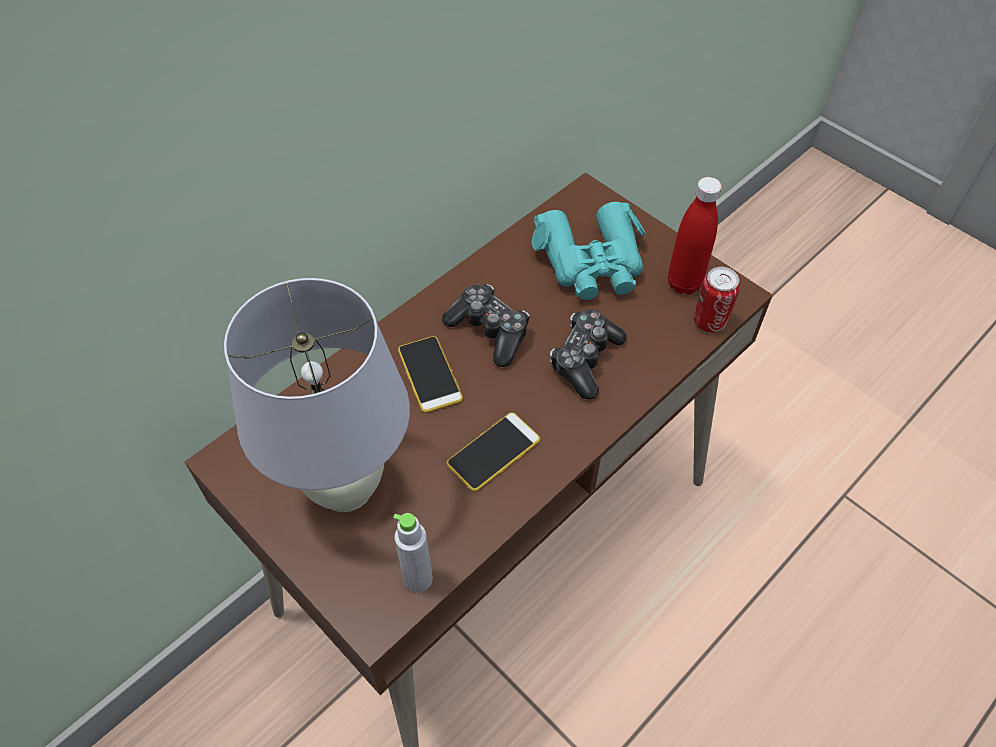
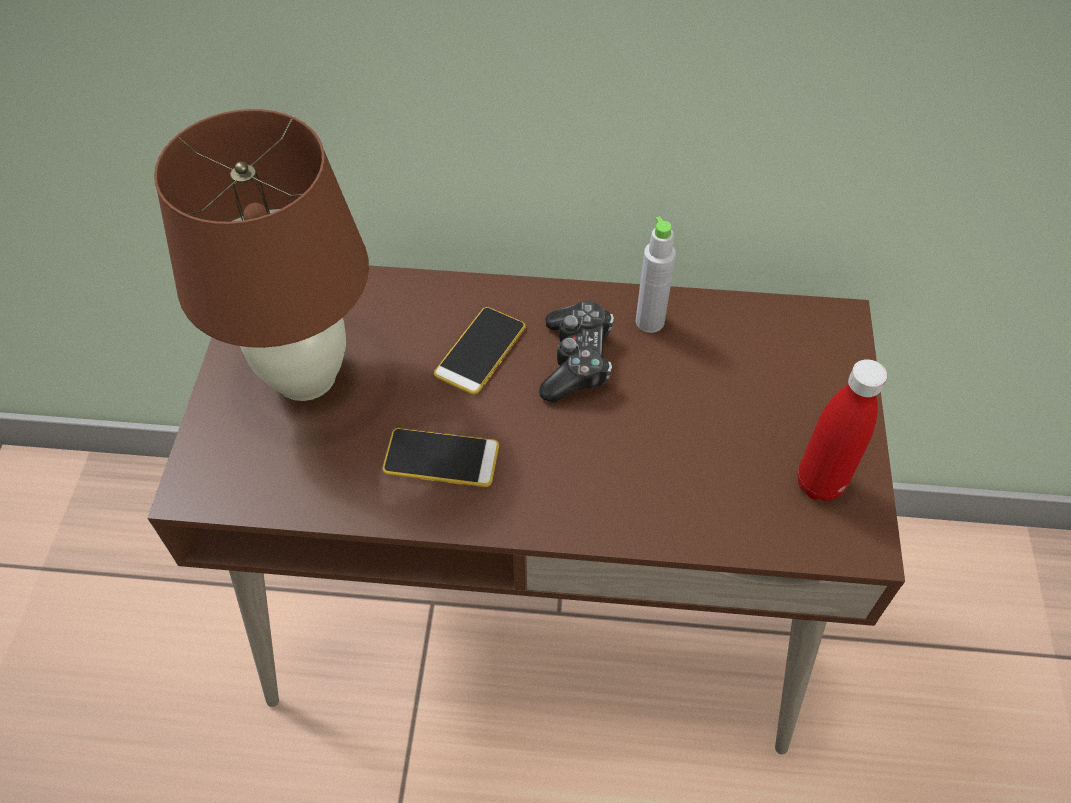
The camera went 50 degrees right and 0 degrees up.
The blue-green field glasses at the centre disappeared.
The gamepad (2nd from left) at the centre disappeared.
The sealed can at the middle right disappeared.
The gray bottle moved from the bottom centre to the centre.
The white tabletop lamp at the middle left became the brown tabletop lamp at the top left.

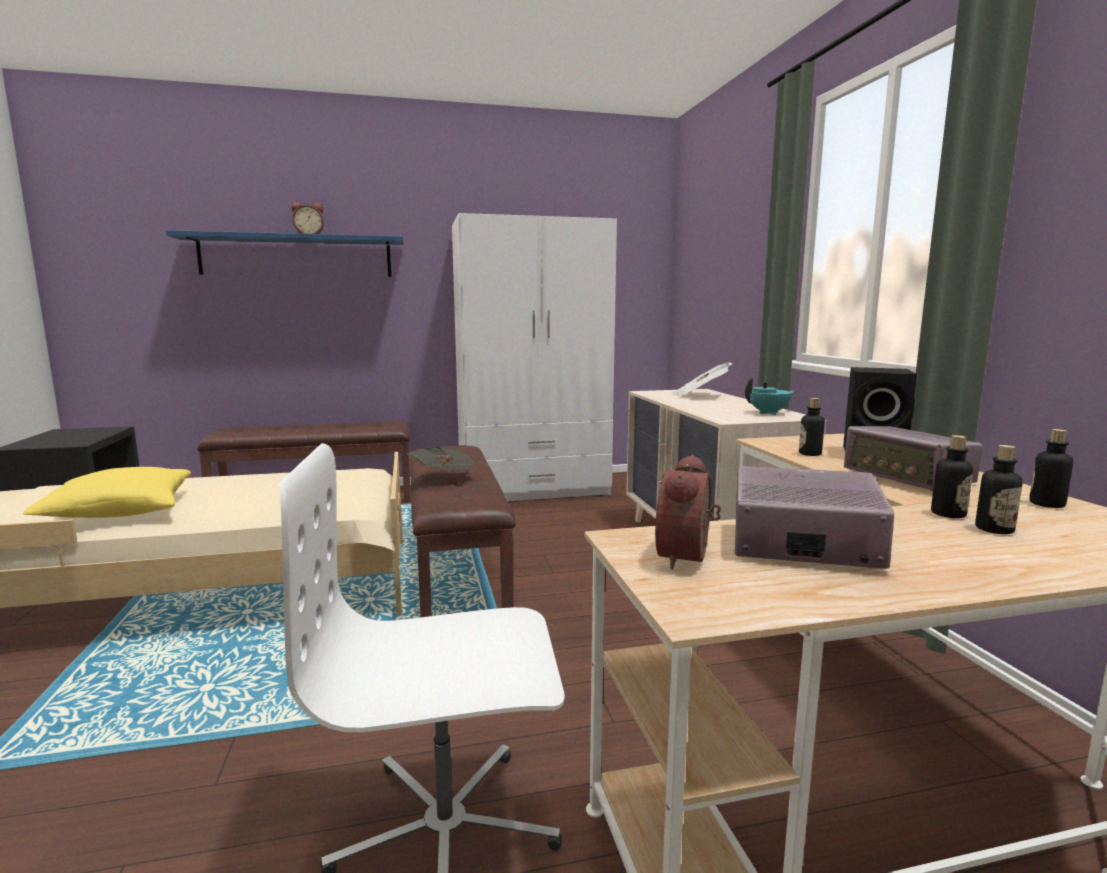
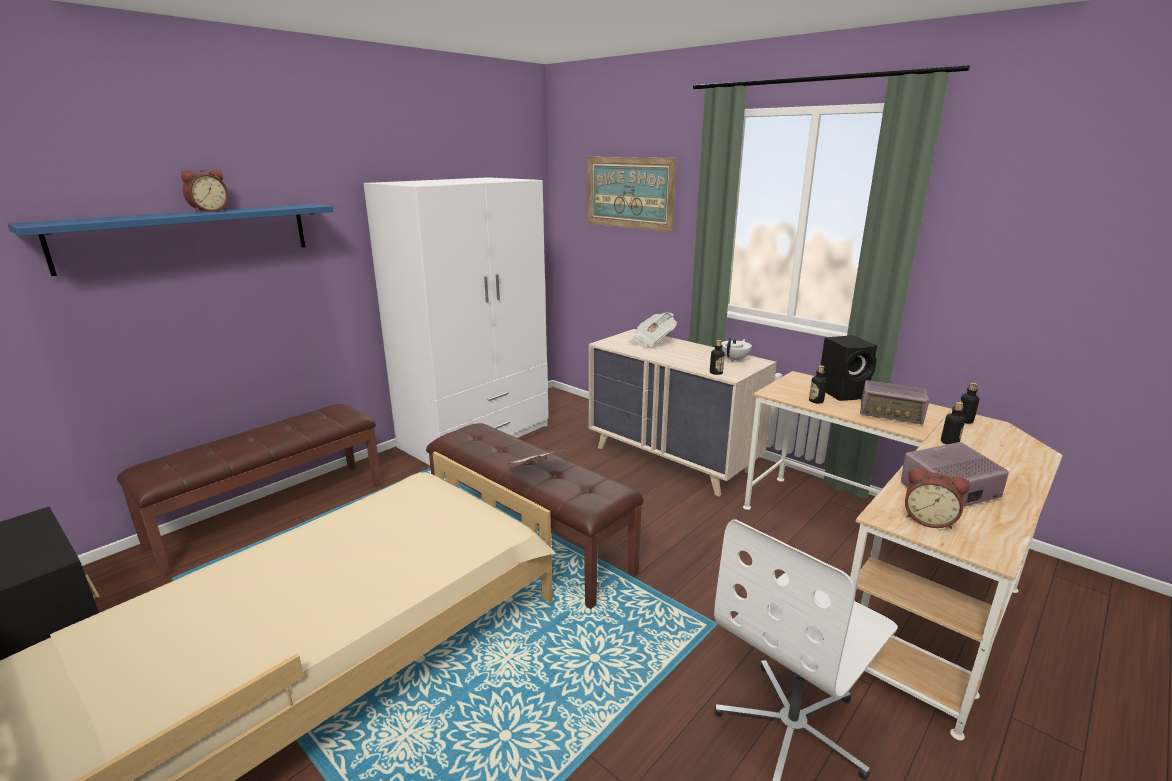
The camera went 35 degrees left and 10 degrees up.
The yellow-coloured throw pillow at the middle left disappeared.
The wall art at the top centre appeared.
The bottle (3rd from left in the first image) moved from the middle right to the centre.
The blue-green tea pot at the middle right became the white tea pot at the centre.
The alarm clock (2nd from left) at the centre turned 45 degrees counterclockwise.

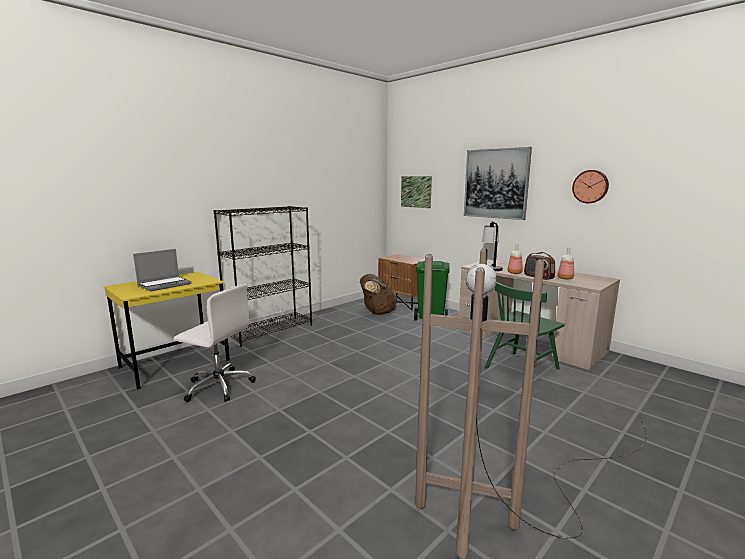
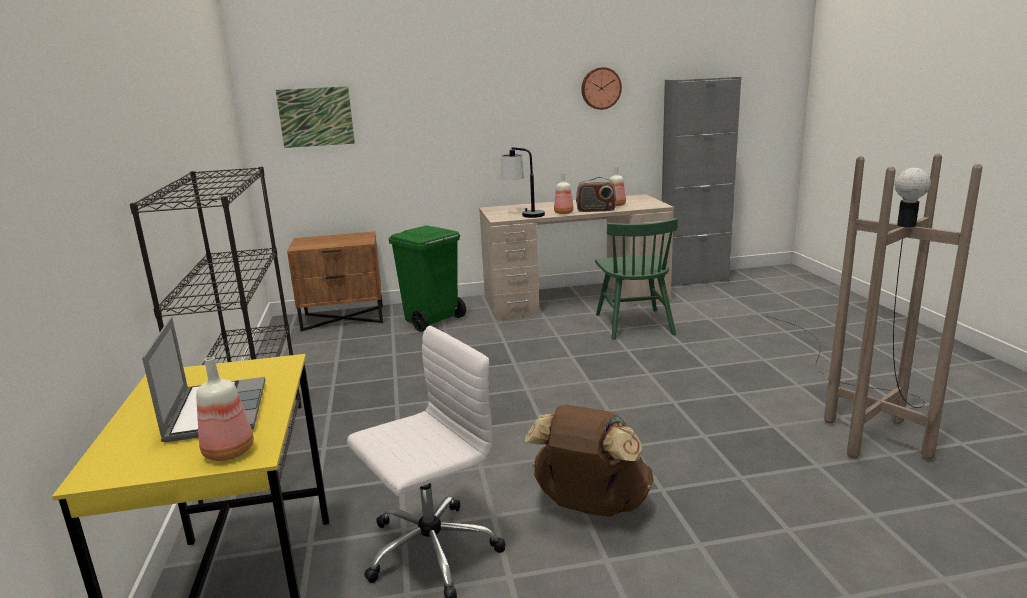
The camera went 55 degrees left and 5 degrees up.
The wall art (2nd from left) at the top right disappeared.
The bottle (1st from left) at the bottom left appeared.
The gray storage cabinet at the top right appeared.
The brown backpack moved from the centre to the bottom centre.

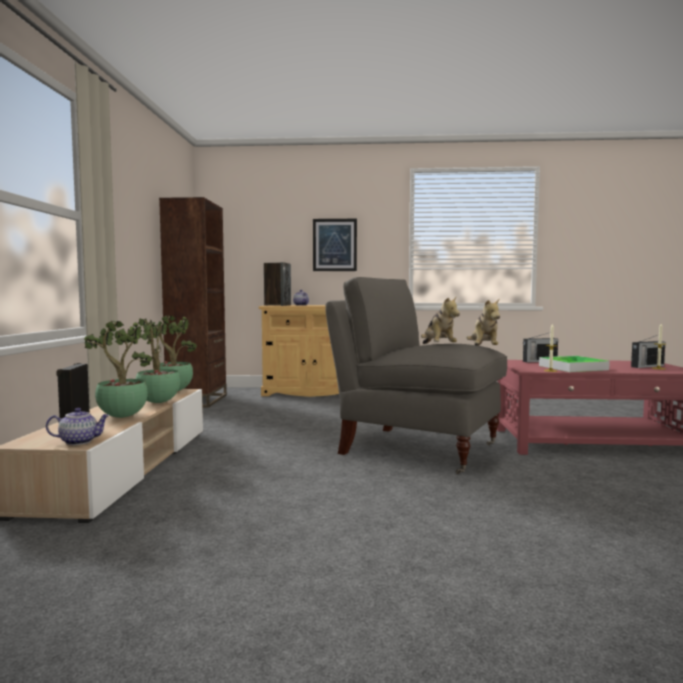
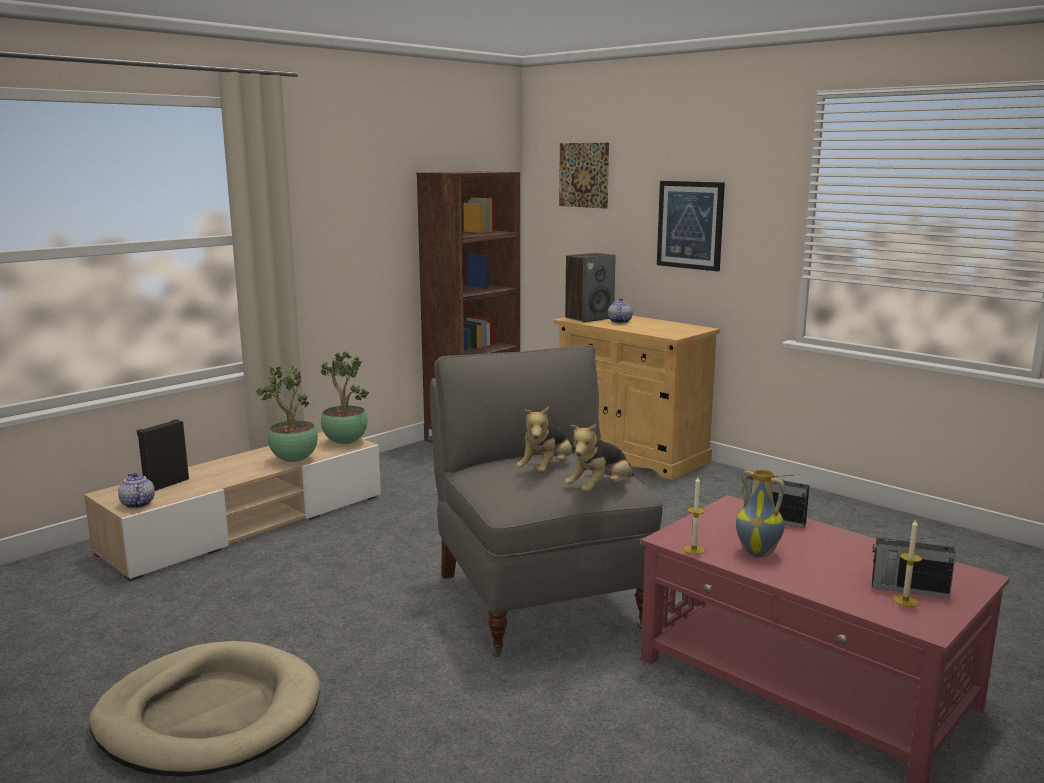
The camera went 40 degrees right and 10 degrees up.
The potted plant (1st from left) at the middle left disappeared.
The beige pet bed at the bottom left appeared.
The wall art (1st from left) at the top centre appeared.
The serving tray at the middle right was replaced by the vase at the middle right.
The tea pot (1st from left) at the middle left turned 150 degrees counterclockwise.

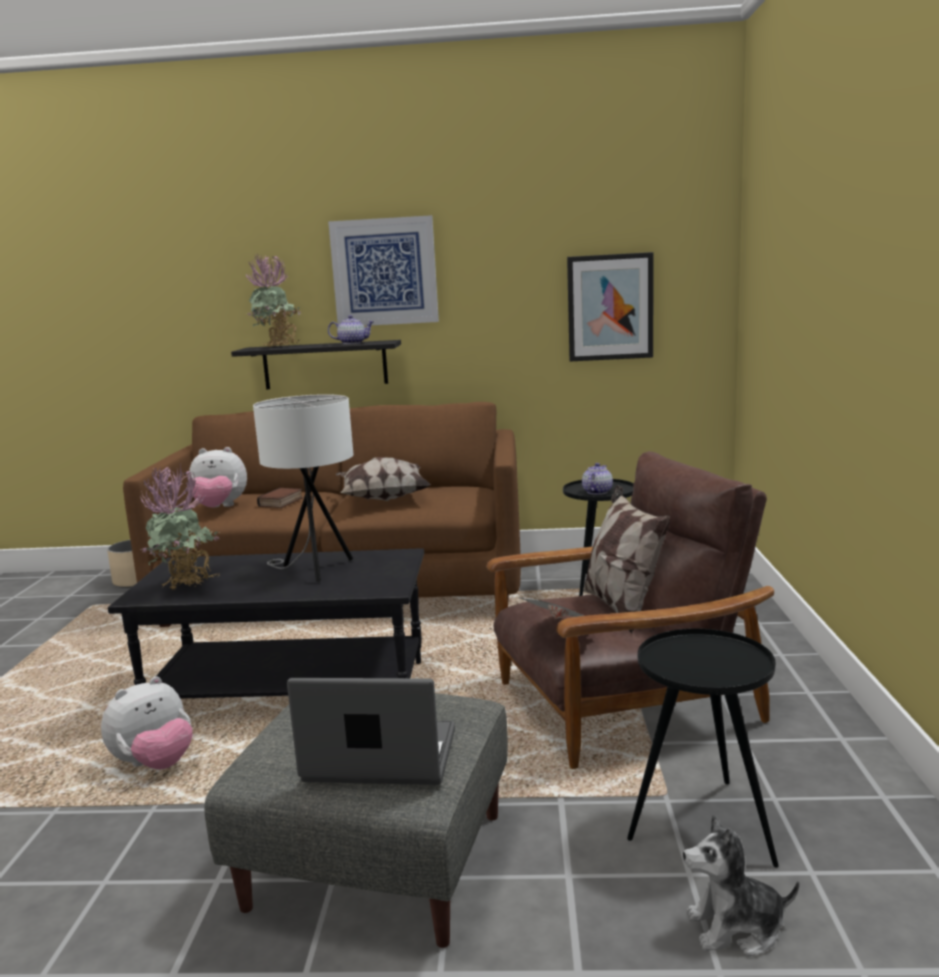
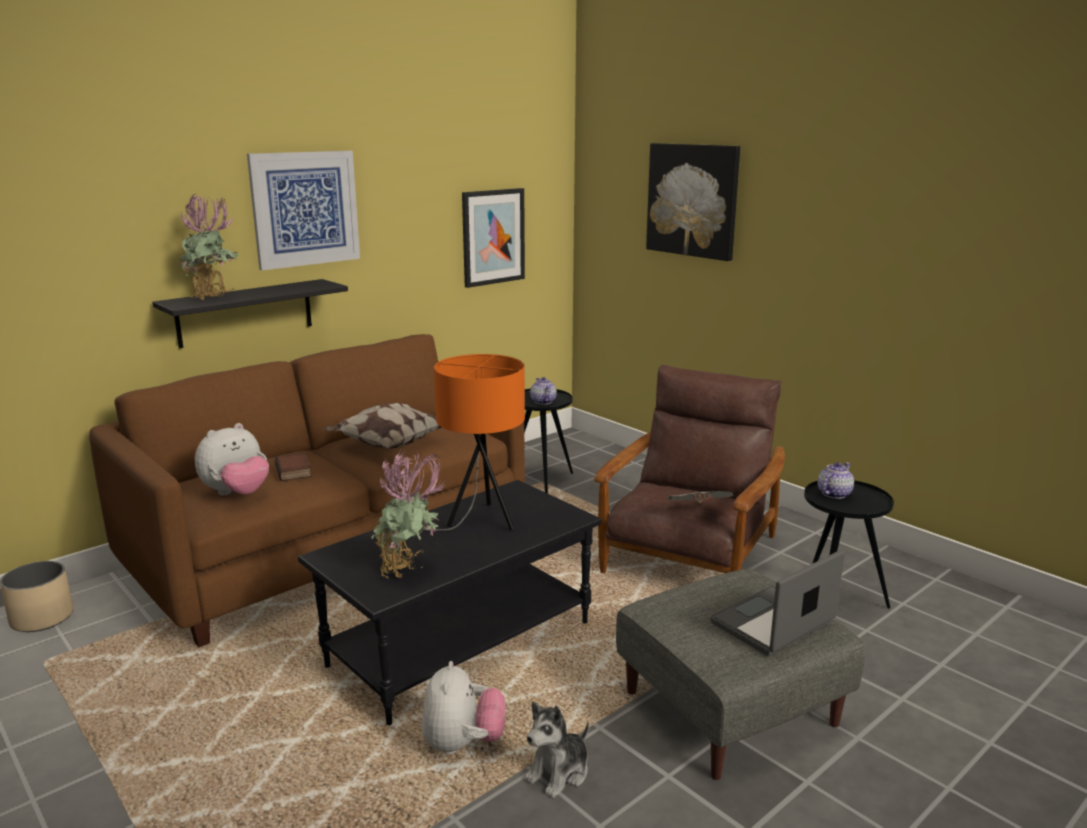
The camera went 45 degrees left and 5 degrees up.
The throw pillow (2nd from left) at the middle right disappeared.
The wall art (3rd from left) at the top centre appeared.
The tea pot (1st from left in the first image) moved from the centre to the middle right.
The soft toy (3rd from left) moved from the bottom right to the bottom centre.
The white tabletop lamp at the middle left became the orange-coloured tabletop lamp at the centre.

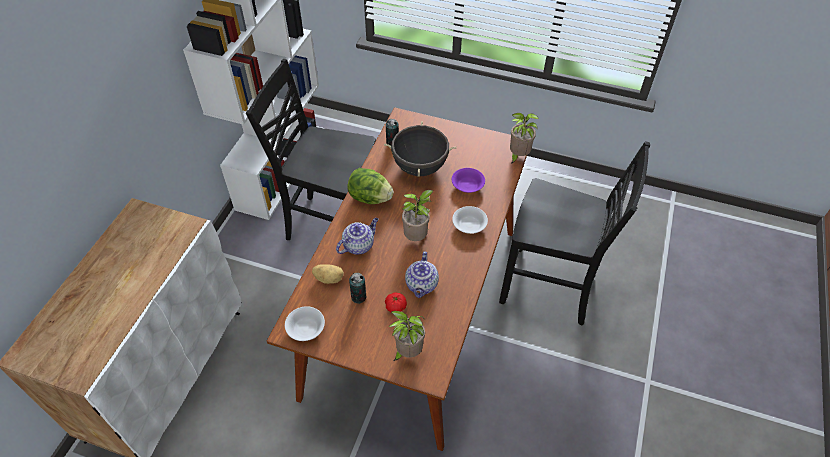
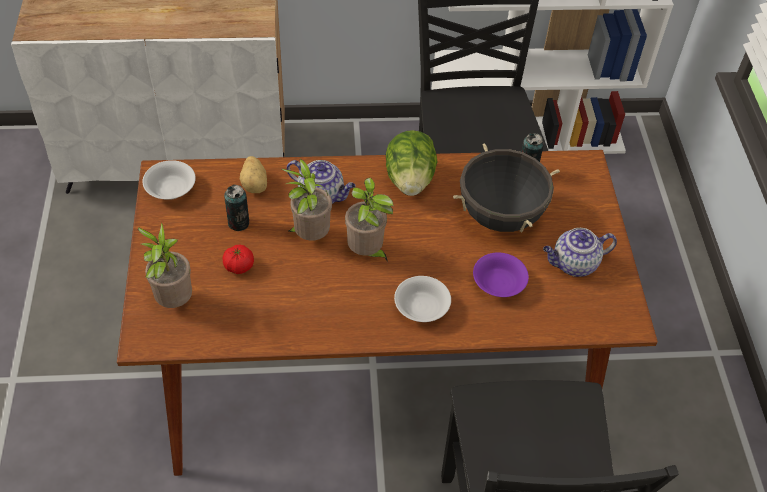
The camera went 65 degrees right and 0 degrees up.
The tea pot (2nd from left) moved from the centre to the middle right.
The potted plant (3rd from left in the first image) moved from the top centre to the centre.

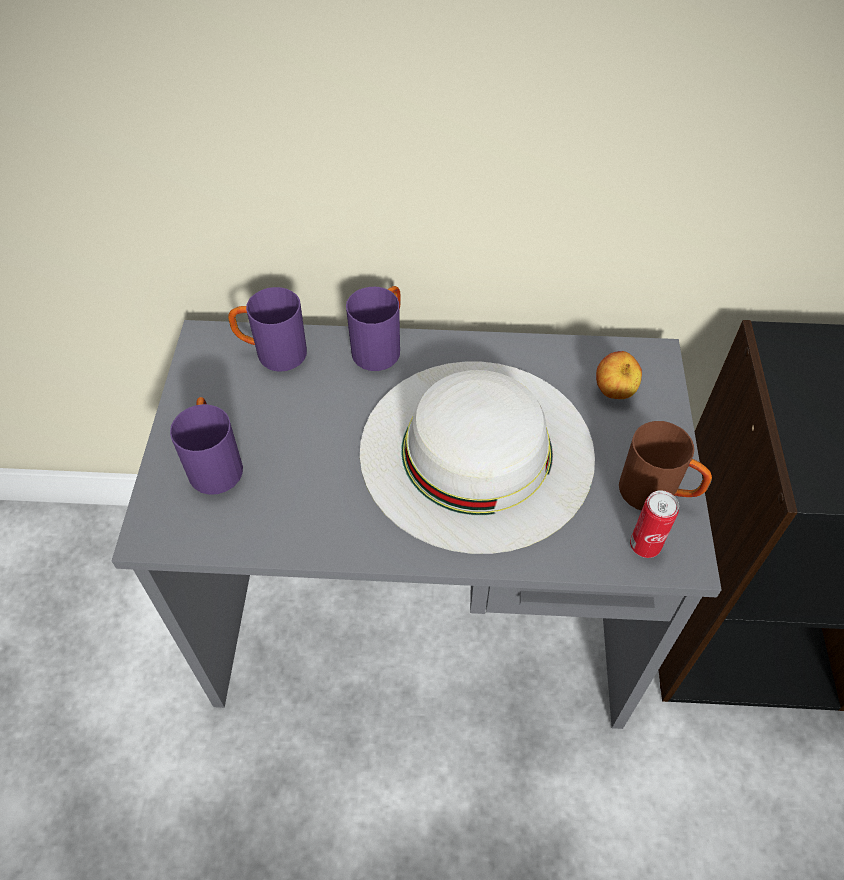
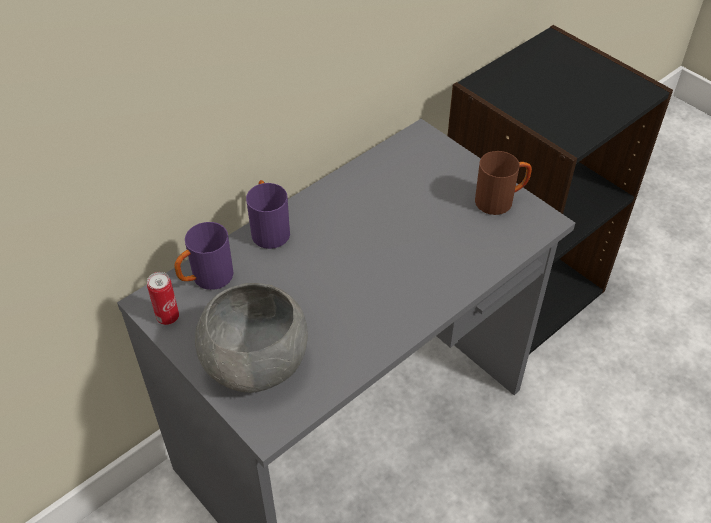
The camera went 45 degrees left and 5 degrees down.
The white hat at the centre disappeared.
The apple at the middle right disappeared.
The sealed can moved from the middle right to the middle left.
The purple tea mug (1st from left) at the middle left was replaced by the gray serving bowl at the centre.

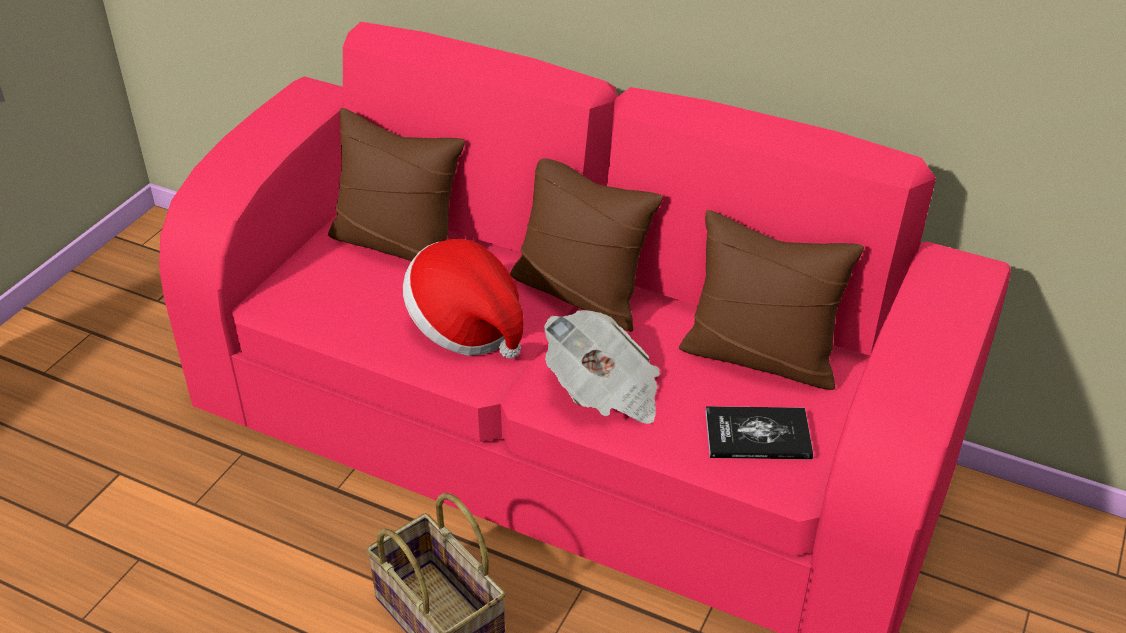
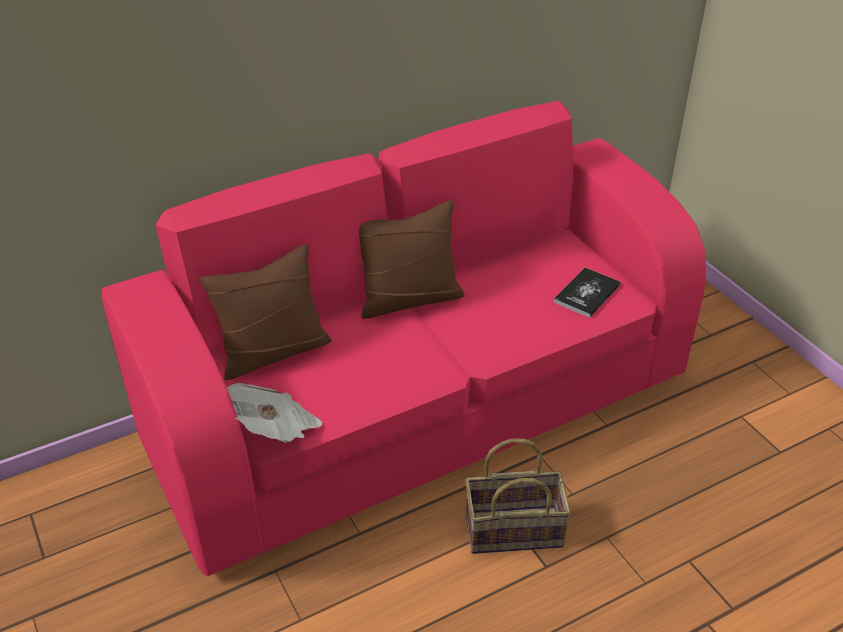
The camera went 55 degrees left and 0 degrees up.
The hat at the centre disappeared.
The brown throw pillow (3rd from left) at the middle right disappeared.
The printed paper moved from the centre to the middle left.

